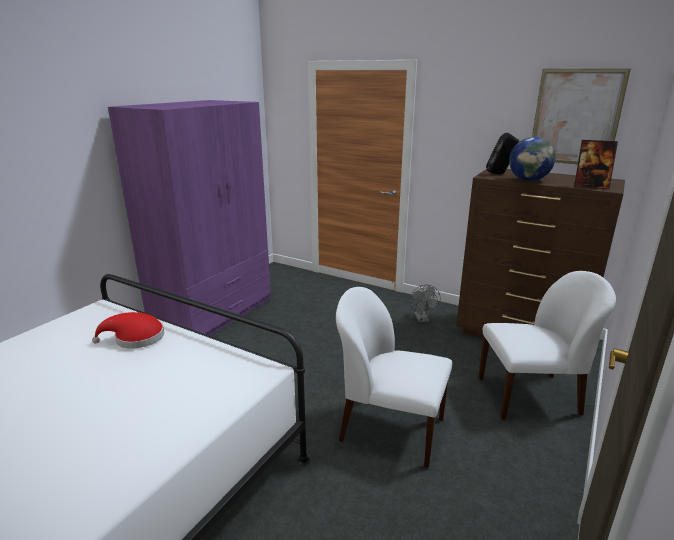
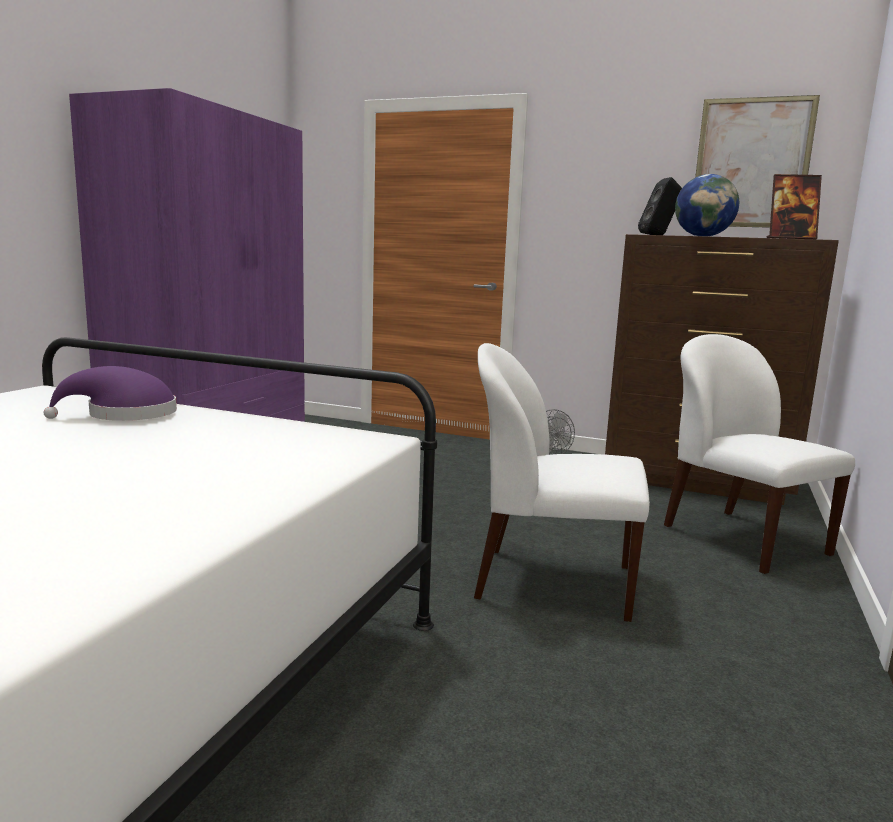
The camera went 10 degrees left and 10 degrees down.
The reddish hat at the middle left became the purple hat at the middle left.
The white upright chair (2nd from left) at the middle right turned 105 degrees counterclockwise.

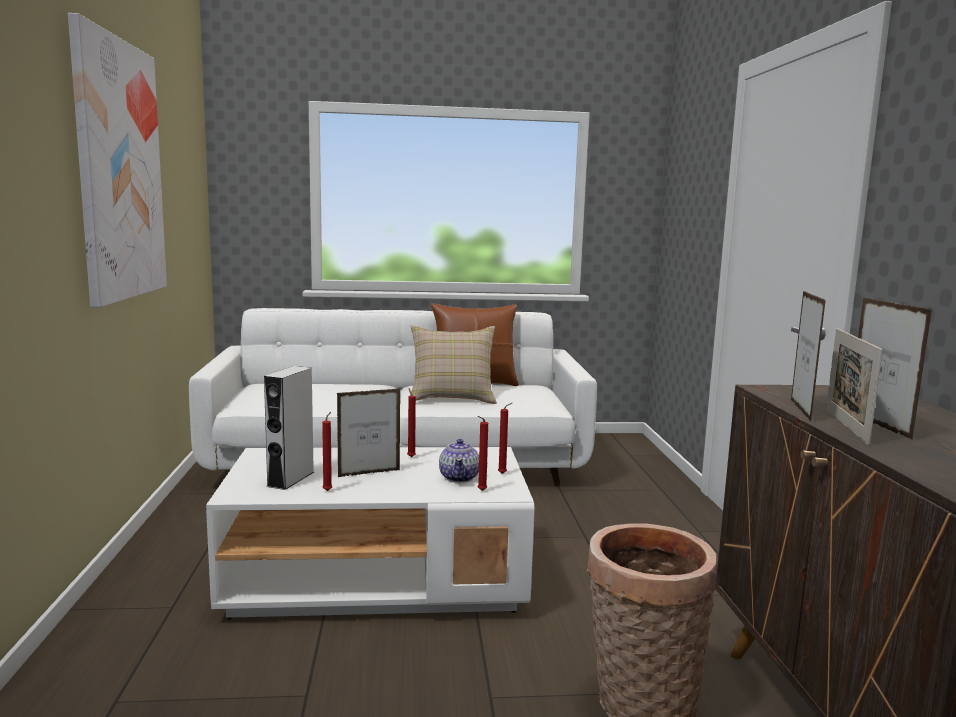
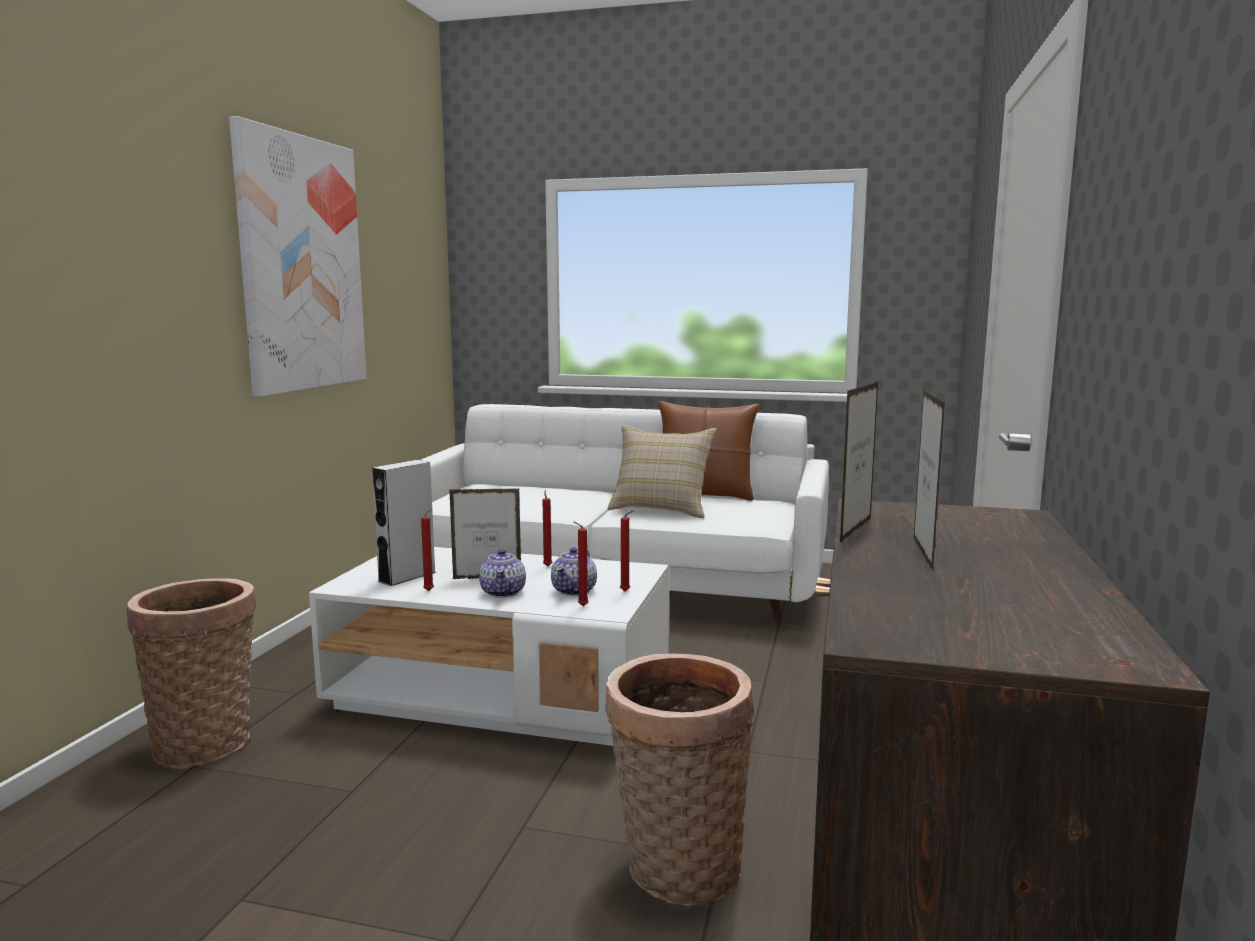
The camera went 20 degrees right and 0 degrees up.
The picture frame (3rd from left) at the middle right disappeared.
The household basket (1st from left) at the bottom left appeared.
The tea pot (1st from left) at the centre appeared.

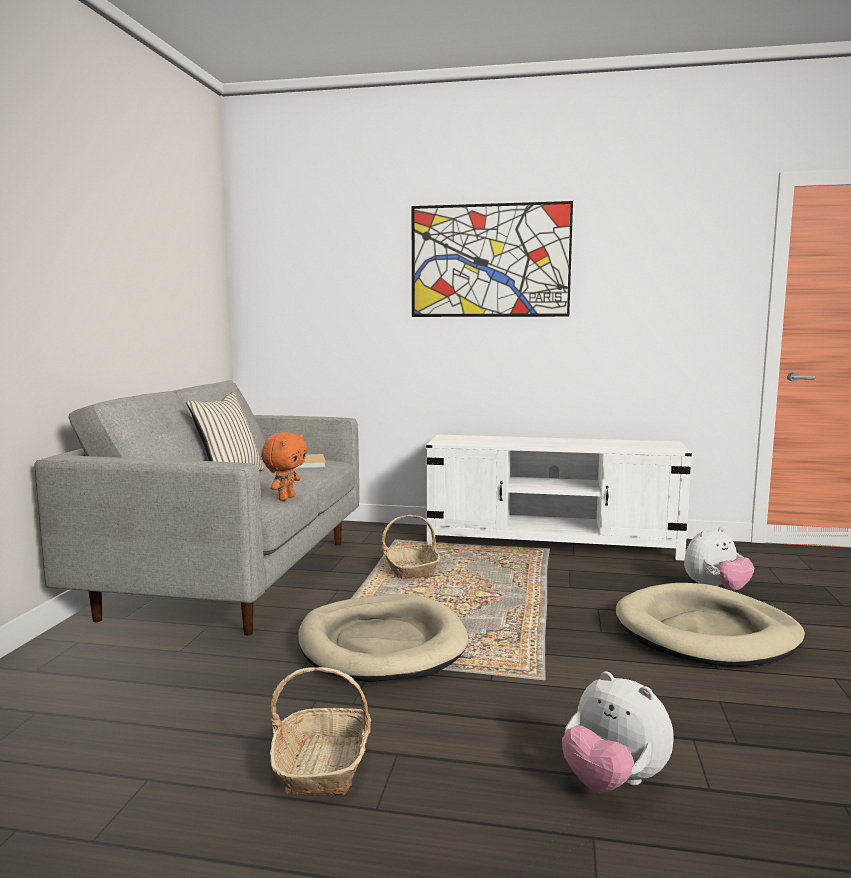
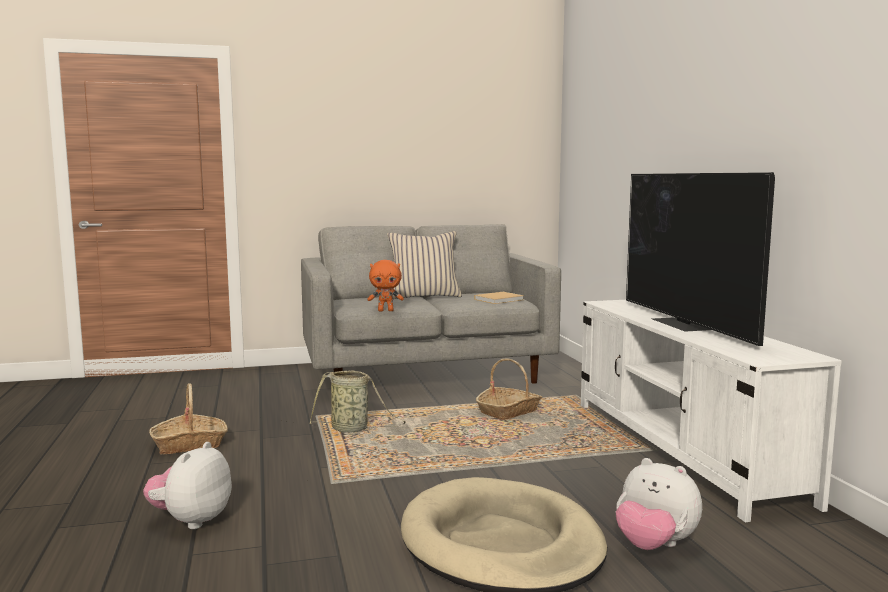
The camera went 65 degrees right and 0 degrees up.
The wall art at the top centre disappeared.
The TV set at the middle right appeared.
The beige pet bed (1st from left) at the bottom centre was replaced by the household basket (2nd from left) at the bottom centre.

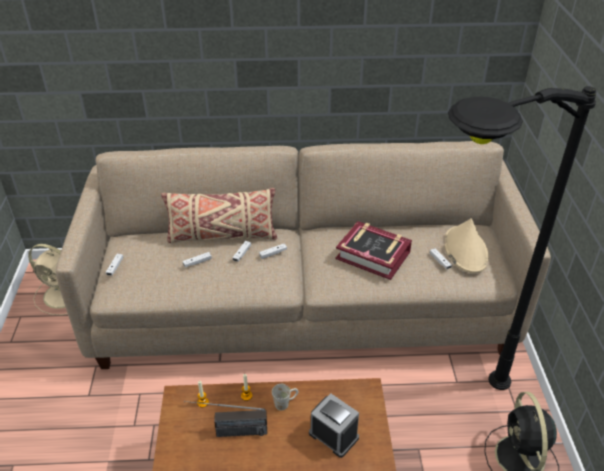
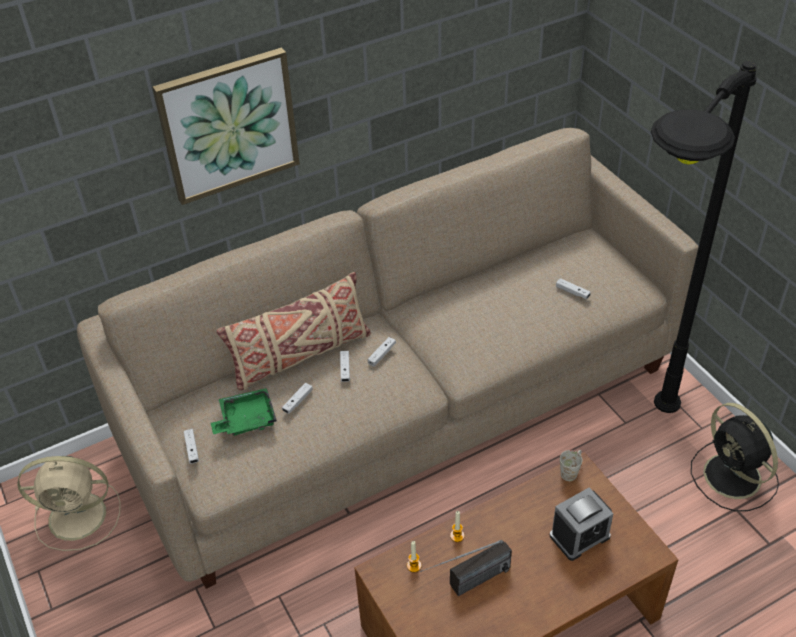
The camera went 25 degrees left and 5 degrees up.
The volume at the centre disappeared.
The beige hat at the middle right disappeared.
The wall art at the top left appeared.
The green serving tray at the middle left appeared.
The white tea mug moved from the bottom centre to the bottom right.
The alarm clock at the bottom centre turned 135 degrees clockwise.

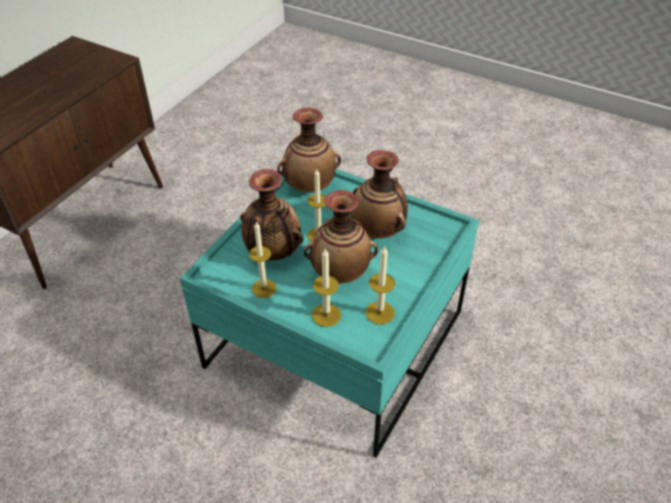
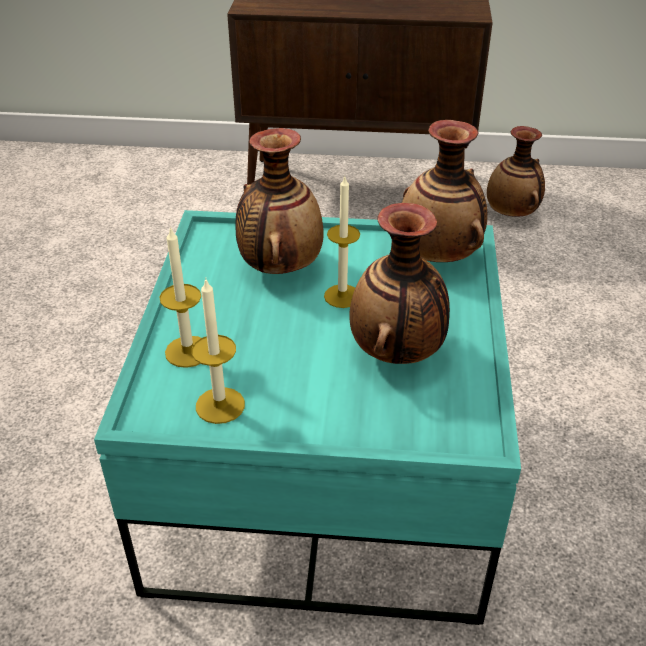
The camera went 65 degrees right and 5 degrees down.
The wax light (1st from left) at the centre disappeared.
The vase (3rd from left in the first image) moved from the centre to the top right.

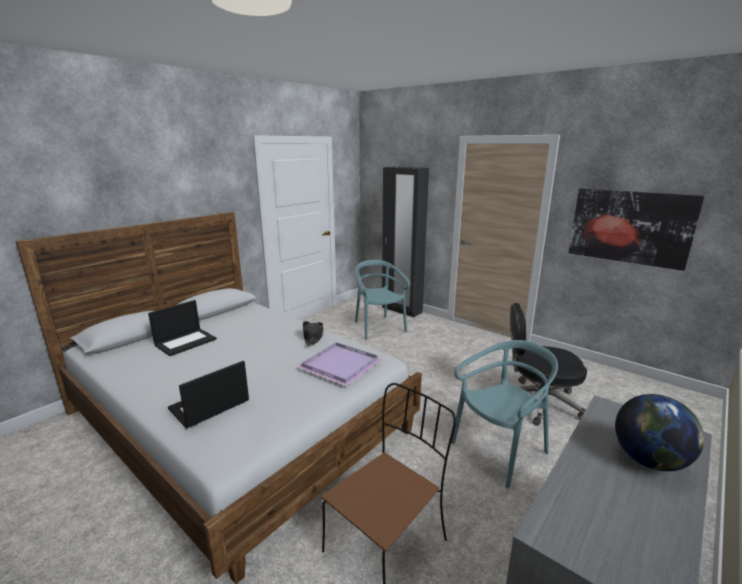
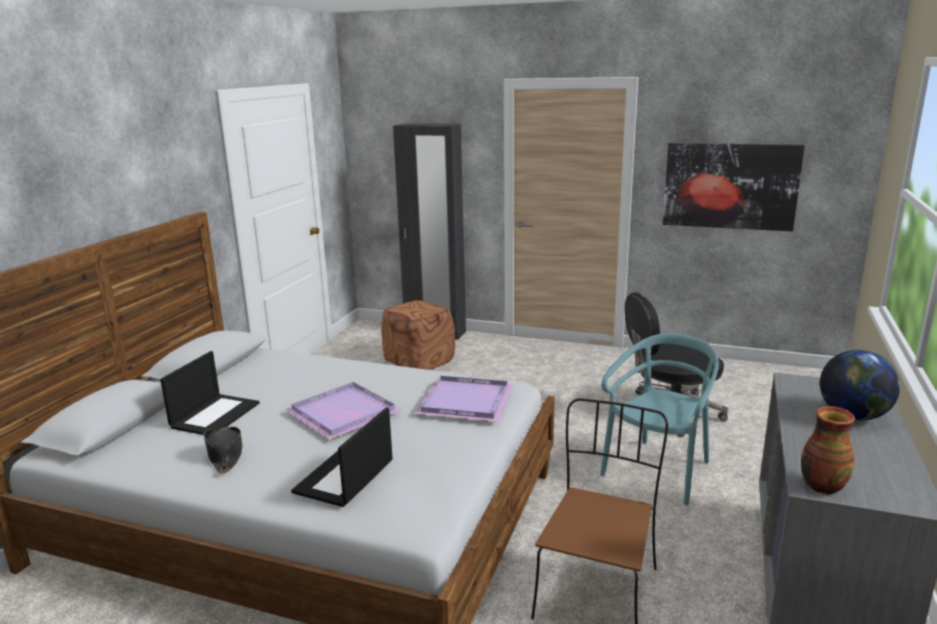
The camera went 20 degrees left and 0 degrees up.
The purple serving tray (1st from left) at the centre appeared.
The vase at the bottom right appeared.
The black-coloured hat moved from the centre to the bottom left.
The blue-green upright chair (1st from left) at the centre was replaced by the brown pouffe at the centre.

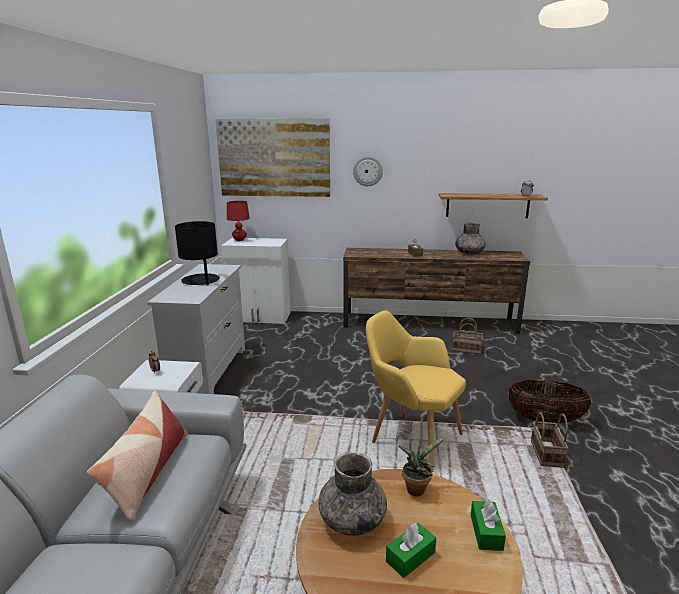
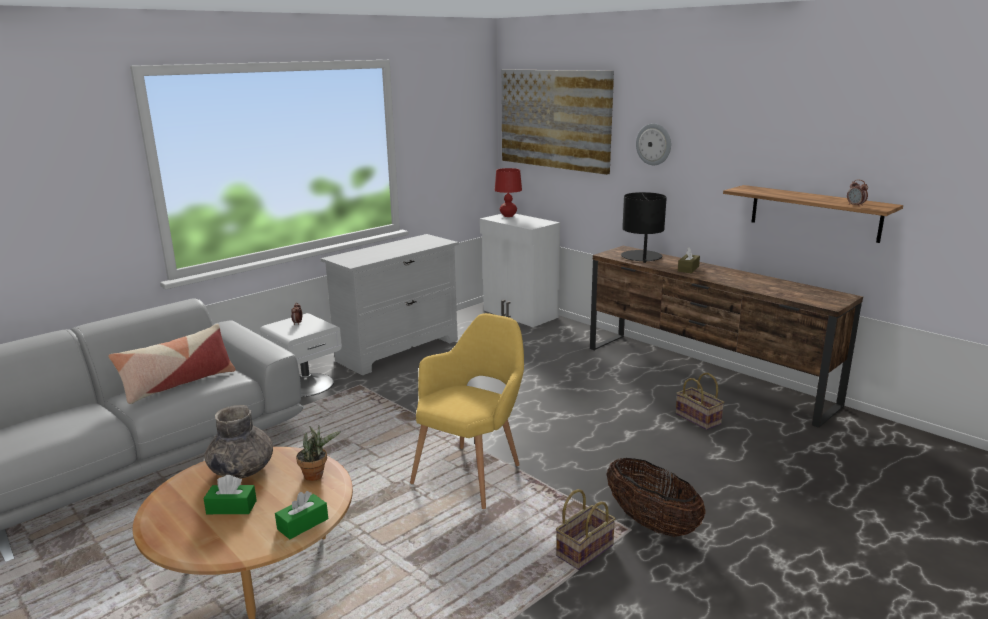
The camera went 40 degrees right and 0 degrees up.
The gray vase (2nd from left) at the middle right disappeared.
The black-coloured tabletop lamp moved from the middle left to the centre.
The yellow-coloured lounge chair at the centre turned 45 degrees clockwise.

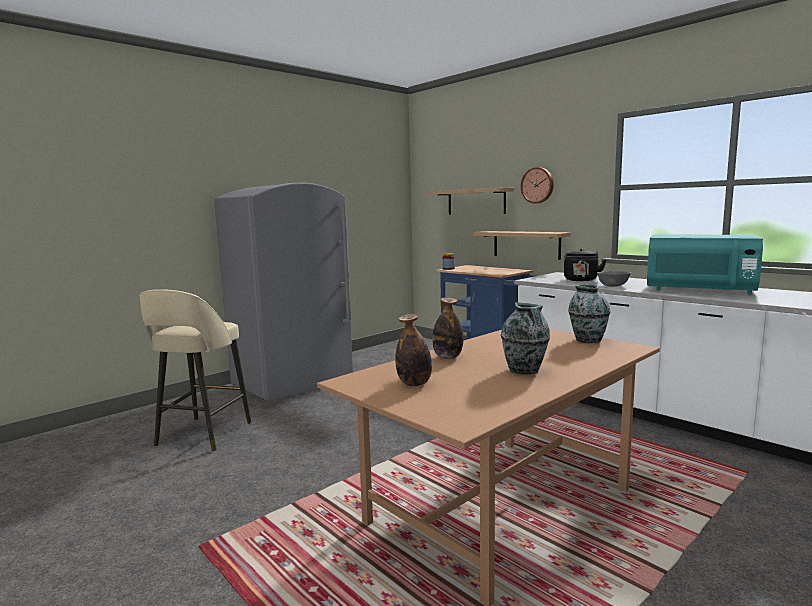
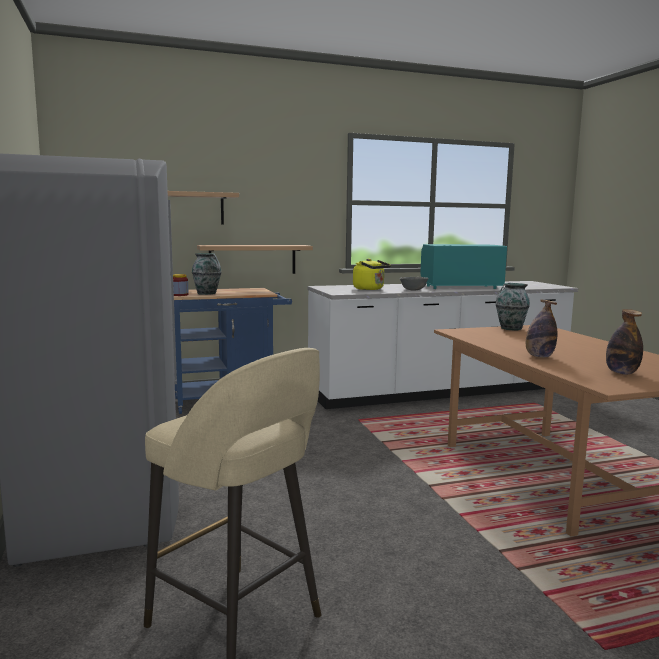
The camera went 65 degrees left and 0 degrees up.
The wall clock at the top centre disappeared.
The vase (1st from left) moved from the centre to the middle left.
The black-coloured kettle at the middle right became the yellow-coloured kettle at the centre.
The blue-green kitchen microwave at the middle right turned 150 degrees counterclockwise.

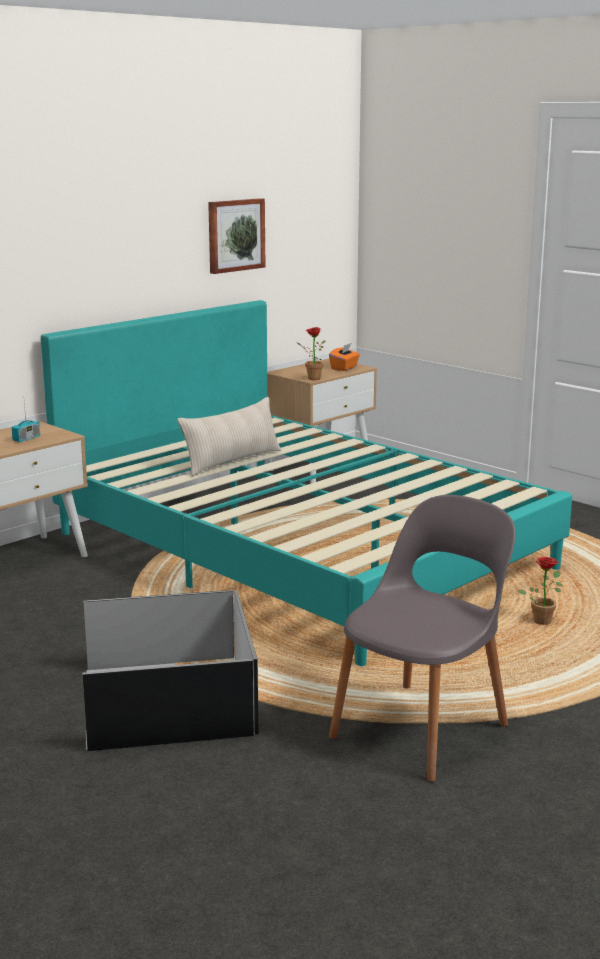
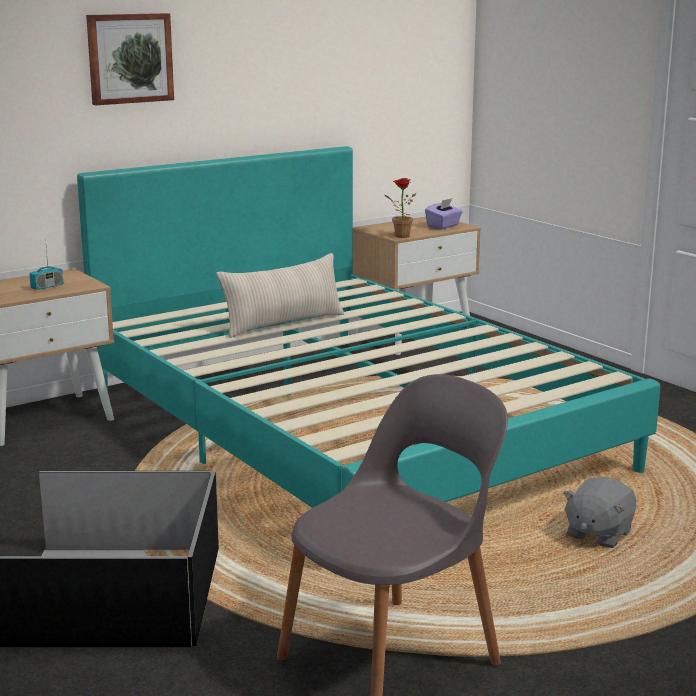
The camera went 10 degrees right and 0 degrees up.
The wall art moved from the top centre to the top left.
The potted plant (2nd from left) at the middle right was replaced by the gray soft toy at the bottom right.
The orange-coloured tissue box at the centre became the purple tissue box at the top centre.

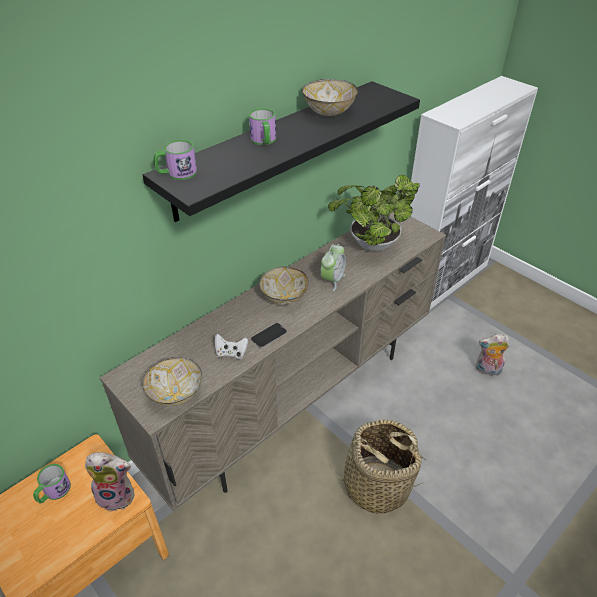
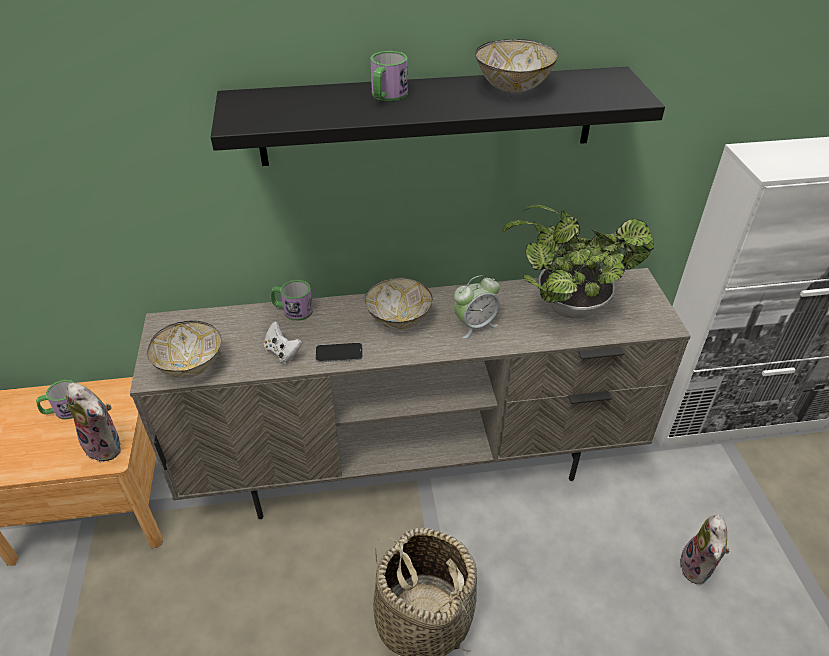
The camera went 35 degrees right and 0 degrees up.
The tea mug (2nd from left) moved from the top left to the centre.
The soft toy (2nd from left) at the middle right turned 120 degrees counterclockwise.

